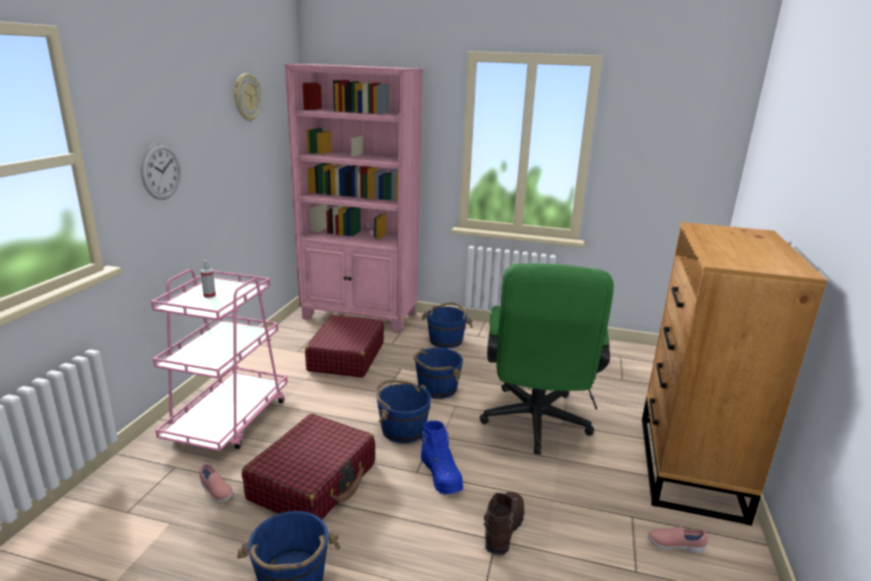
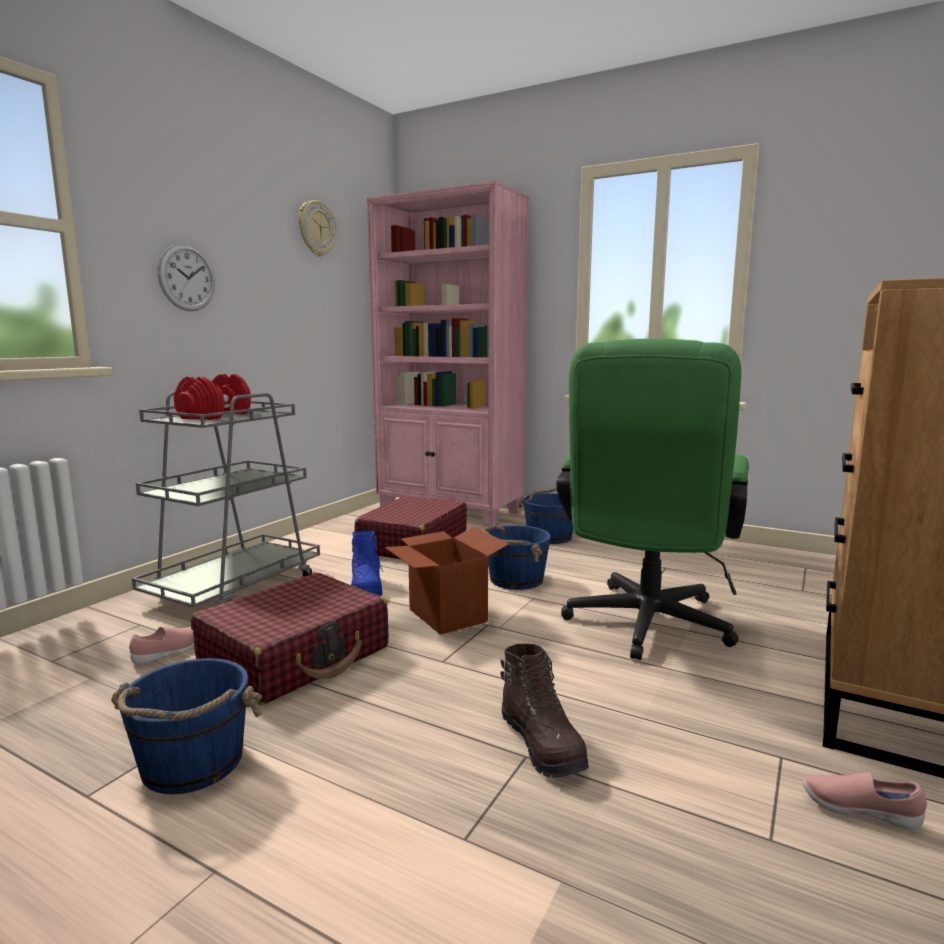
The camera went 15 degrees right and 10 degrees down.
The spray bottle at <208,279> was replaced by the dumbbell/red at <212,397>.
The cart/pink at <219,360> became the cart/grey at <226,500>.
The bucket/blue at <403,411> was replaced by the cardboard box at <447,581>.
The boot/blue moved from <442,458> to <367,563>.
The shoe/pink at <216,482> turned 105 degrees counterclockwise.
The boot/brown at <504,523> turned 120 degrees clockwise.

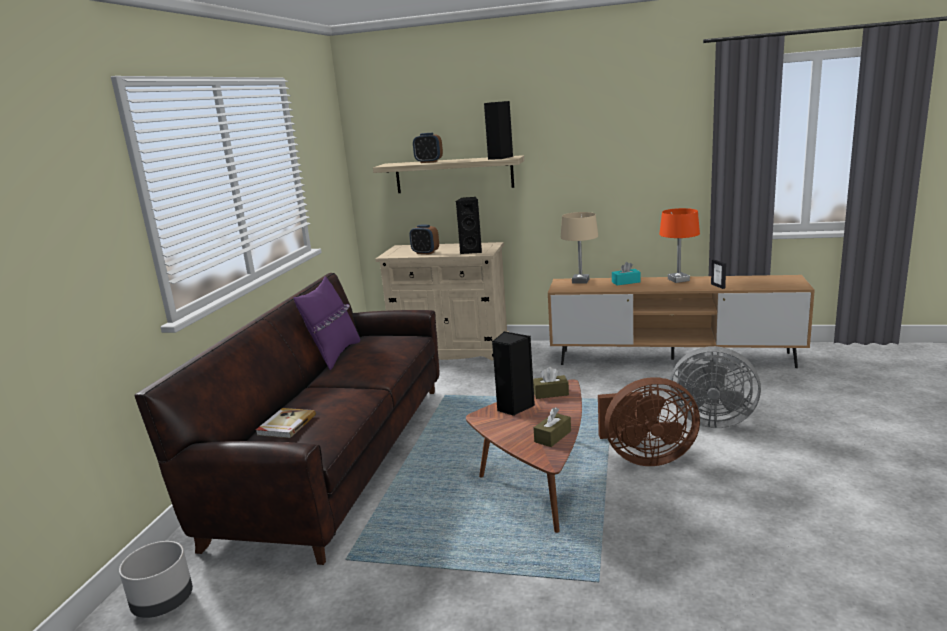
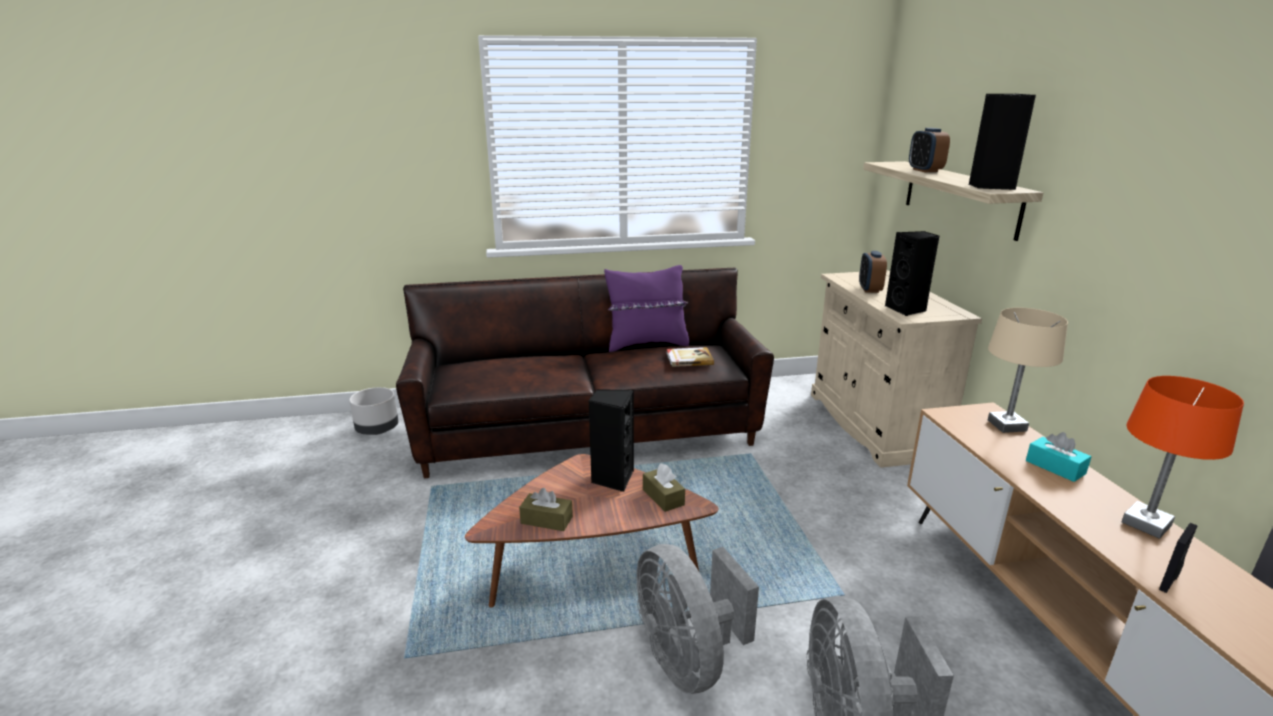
The camera went 65 degrees right and 5 degrees up.
The fan/brown at <649,422> became the fan/grey at <697,619>.
The book moved from <286,423> to <690,357>.

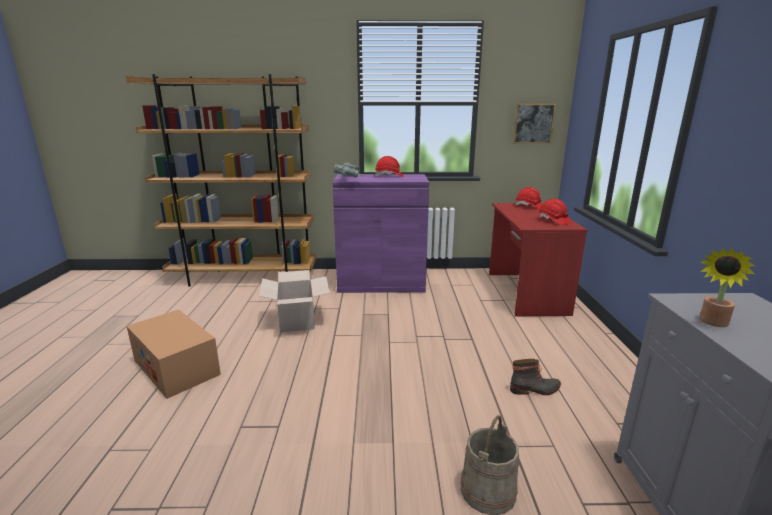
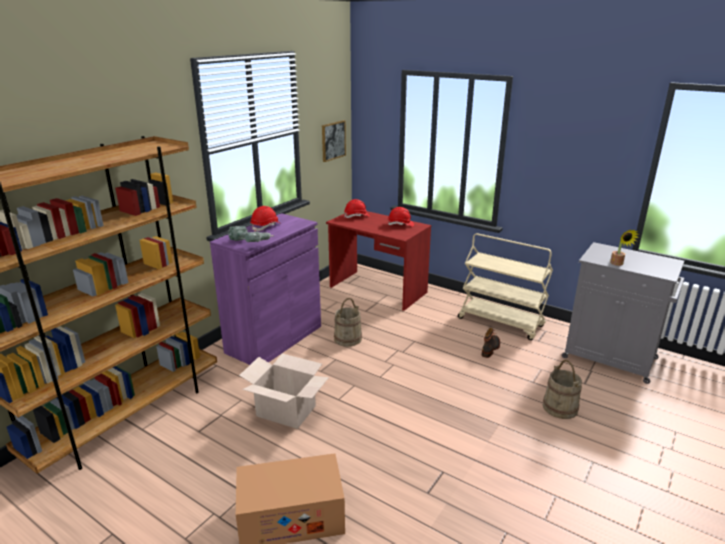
The camera went 55 degrees left and 5 degrees up.
The cart/beige at <505,286> appeared.
The bucket/beige at <348,322> appeared.

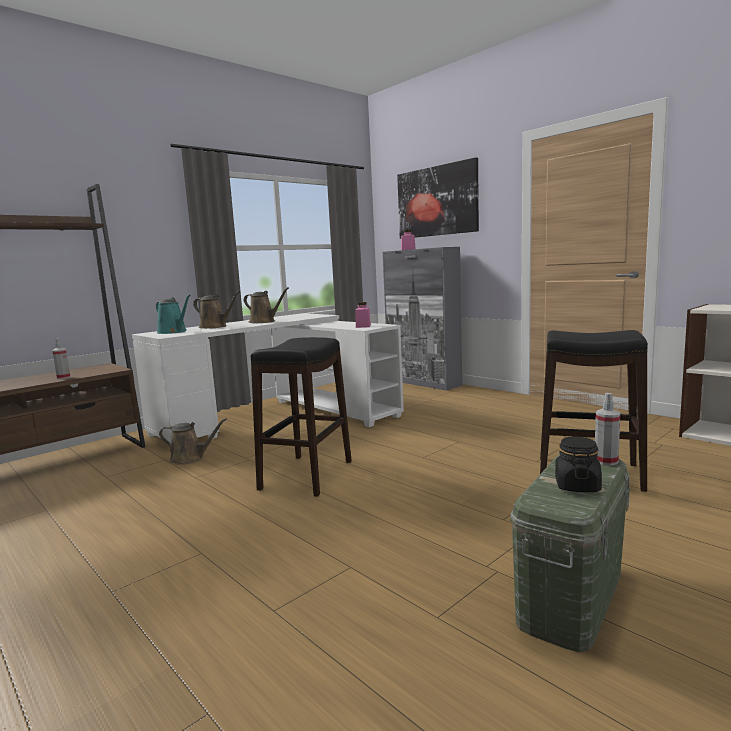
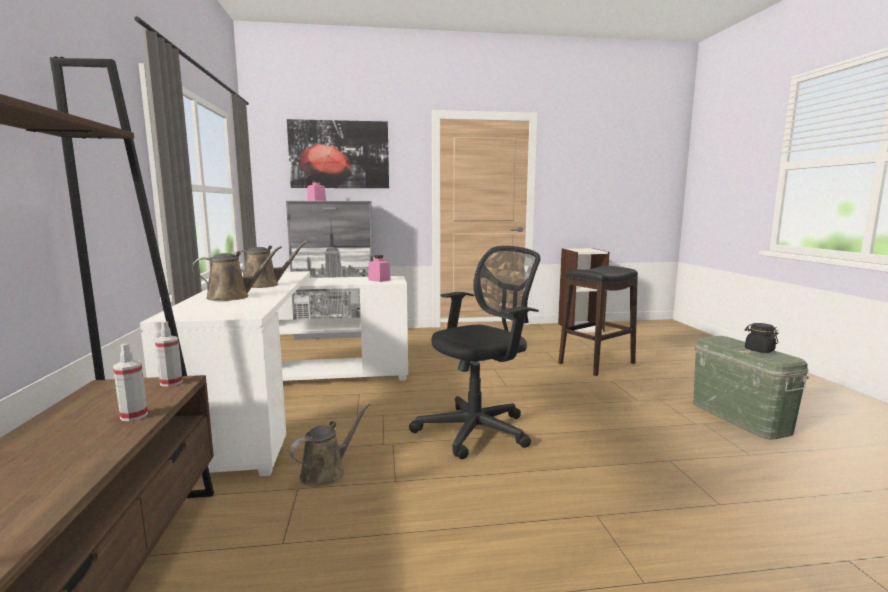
The camera went 55 degrees left and 0 degrees up.
The watering can/turquoise at <173,314> disappeared.
The stool/black at <301,417> was replaced by the office chair/black at <475,352>.
The spray bottle moved from <608,429> to <169,354>.

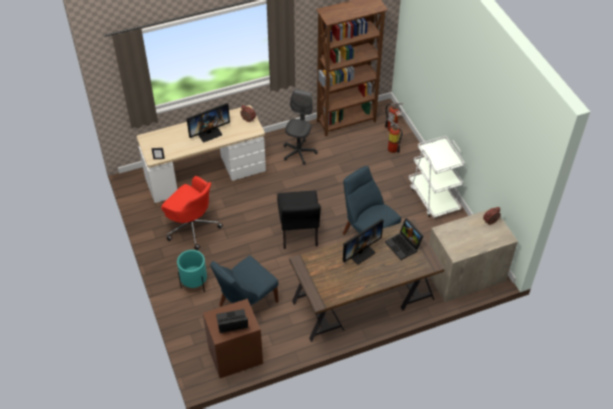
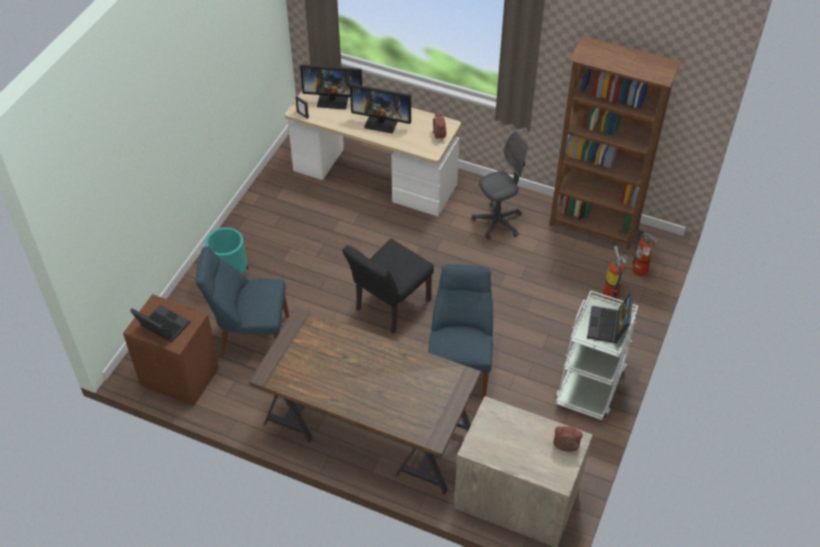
The camera went 45 degrees right and 0 degrees up.
The office chair/red at <192,213> disappeared.
The laptop moved from <404,239> to <610,317>.
The monitor moved from <363,242> to <331,86>.

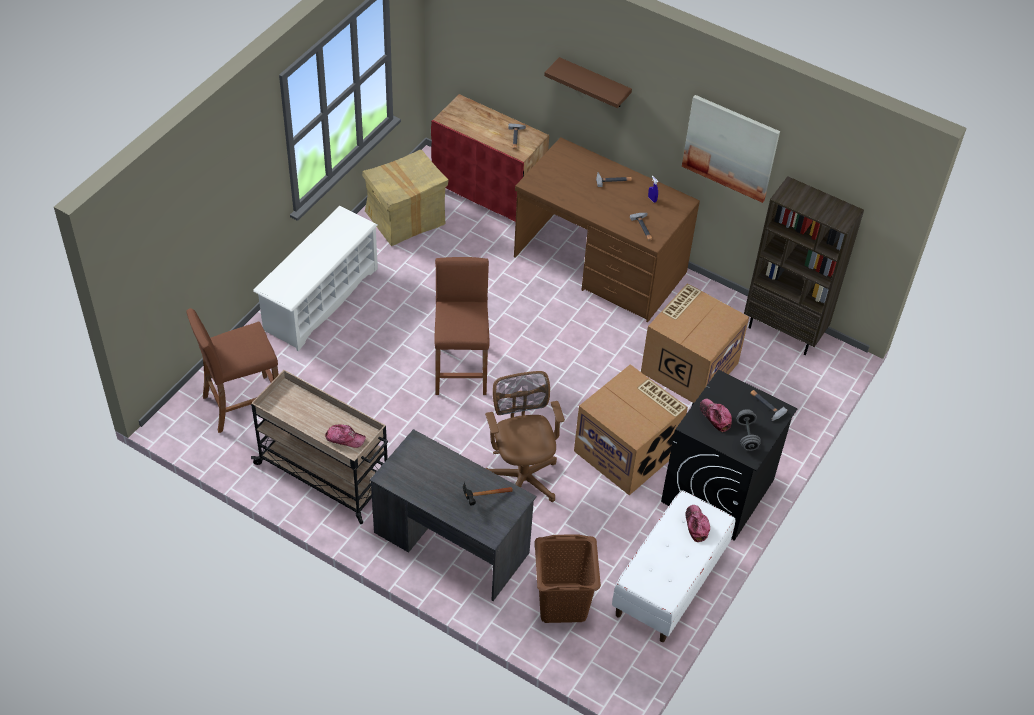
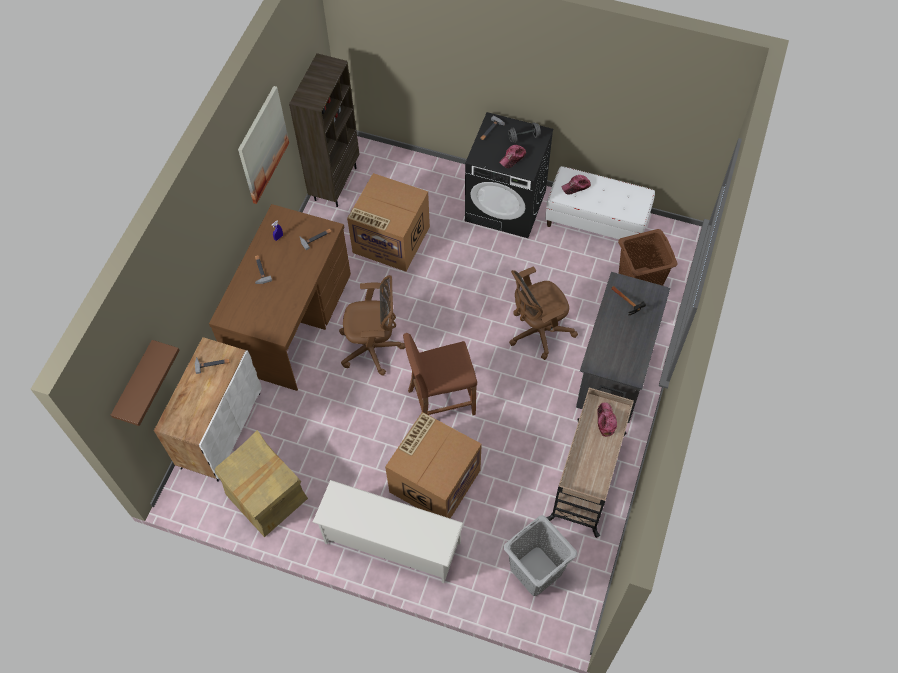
The camera went 100 degrees left and 10 degrees up.
The shelf/brown moved from <588,82> to <145,383>.
The cabinet/red at <490,158> became the cabinet/white at <208,409>.
The stool/brown at <232,370> was replaced by the laundry basket/grey at <540,555>.
The cardboard box moved from <631,429> to <433,465>.
The office chair/brown at <372,325> appeared.

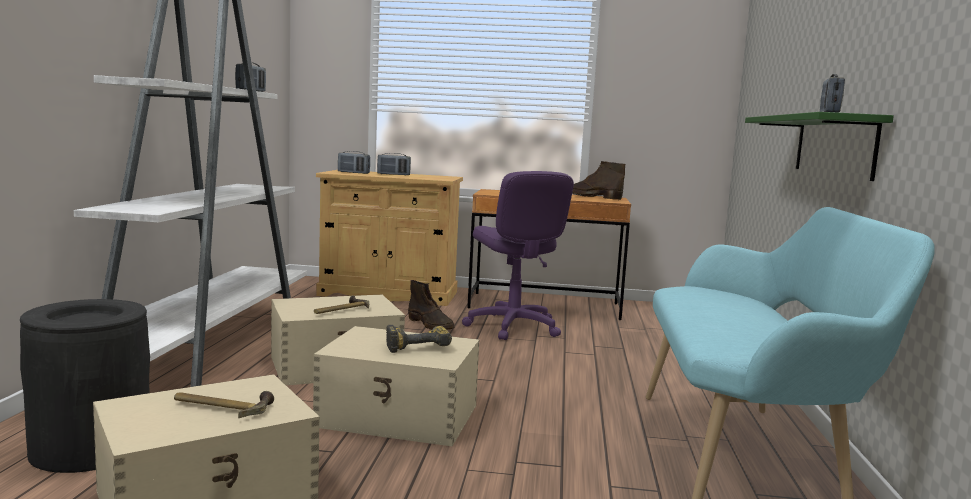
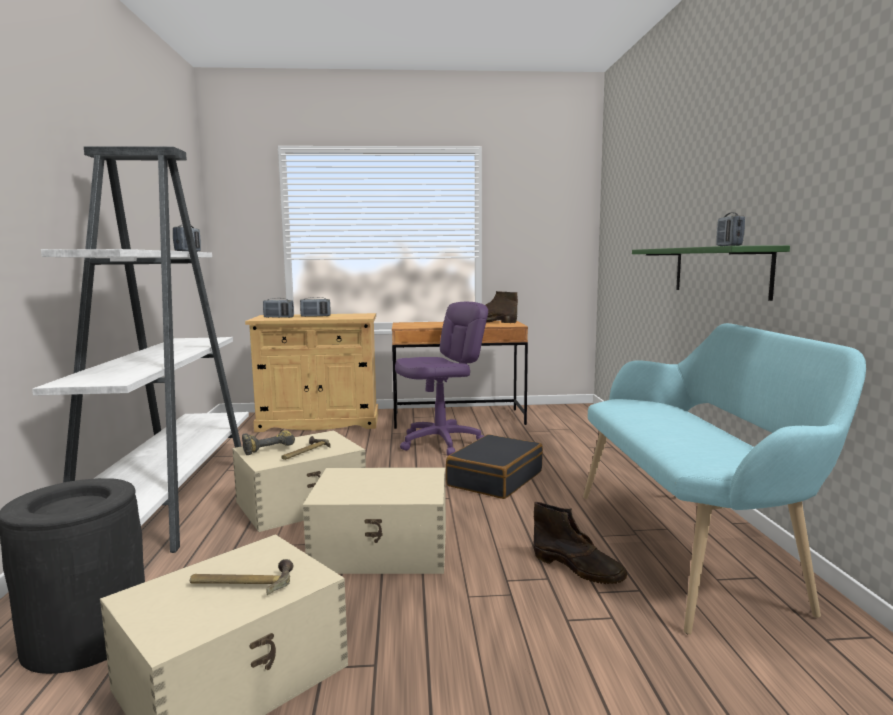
The camera went 10 degrees left and 0 degrees up.
The office chair/purple at <518,255> turned 90 degrees counterclockwise.
The boot/brown moved from <431,305> to <580,543>.
The power drill moved from <419,339> to <268,442>.
The suitcase/black at <494,466> appeared.

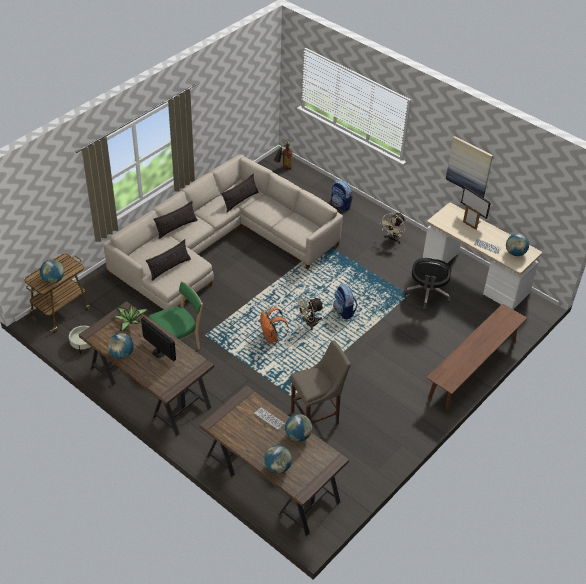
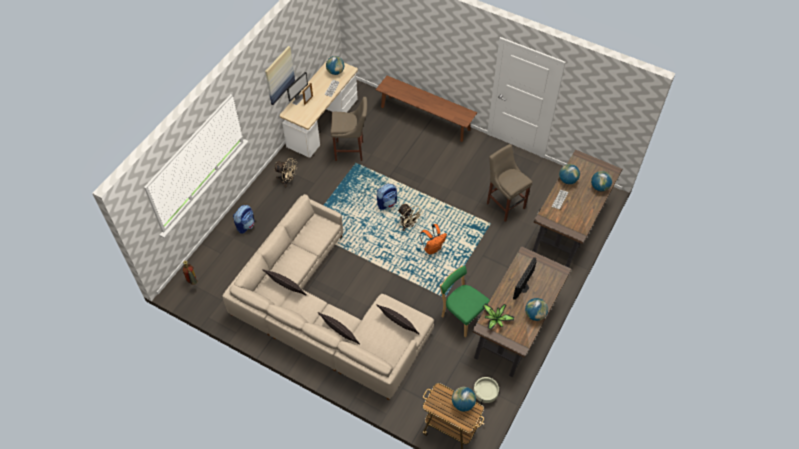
The camera went 100 degrees left and 10 degrees up.
The office chair/black at <427,284> was replaced by the stool/beige at <349,129>.

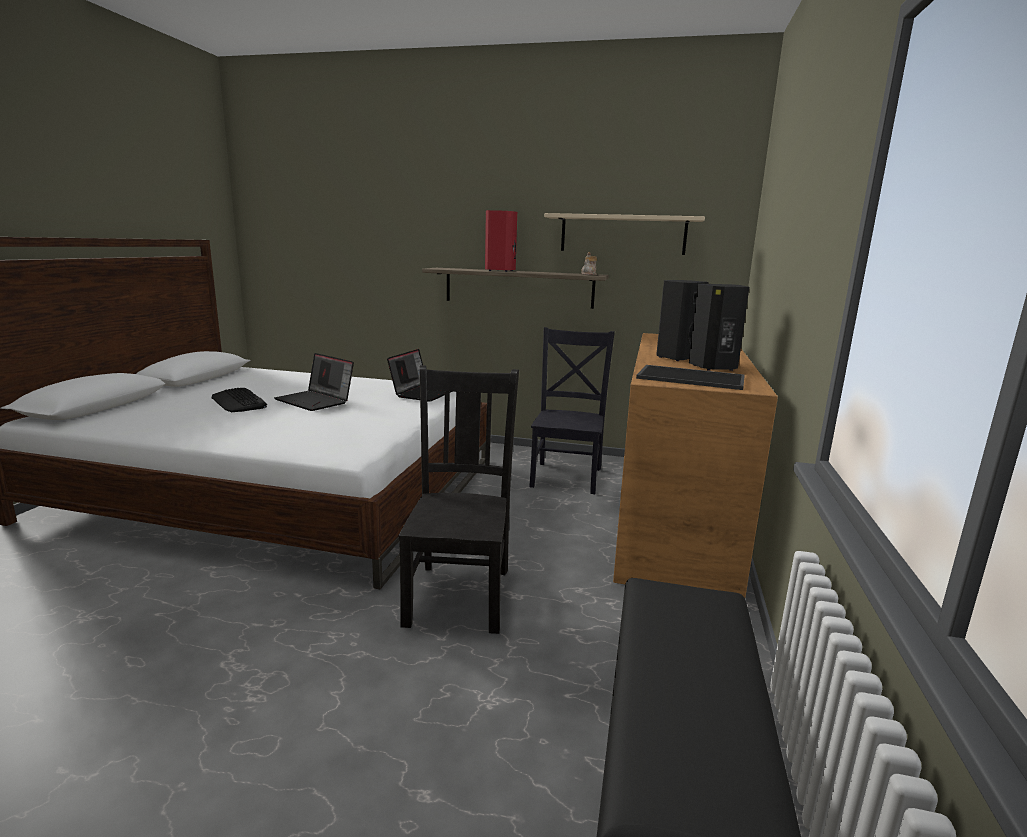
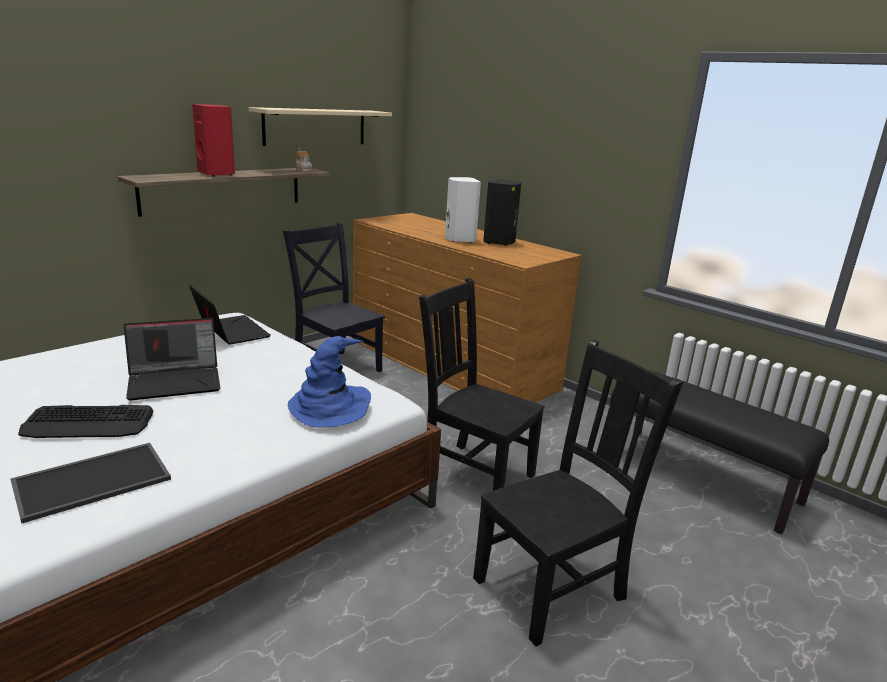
The camera went 60 degrees left and 5 degrees up.
The speaker/black at <683,320> became the speaker/white at <463,210>.
The tray moved from <690,377> to <91,483>.
The hat/blue at <329,382> appeared.
The chair/black at <578,493> appeared.

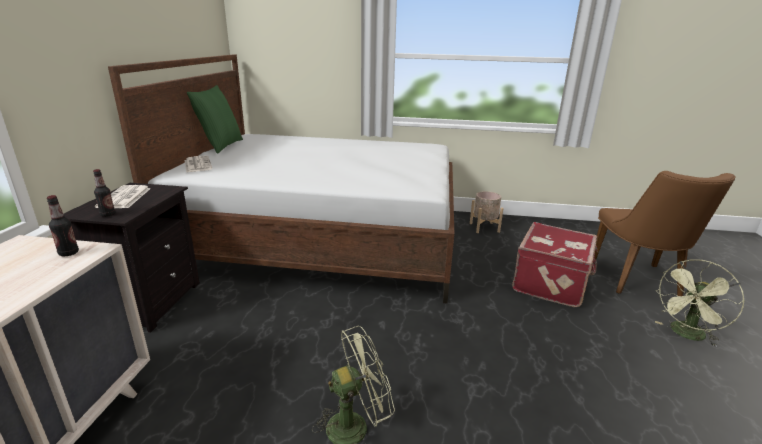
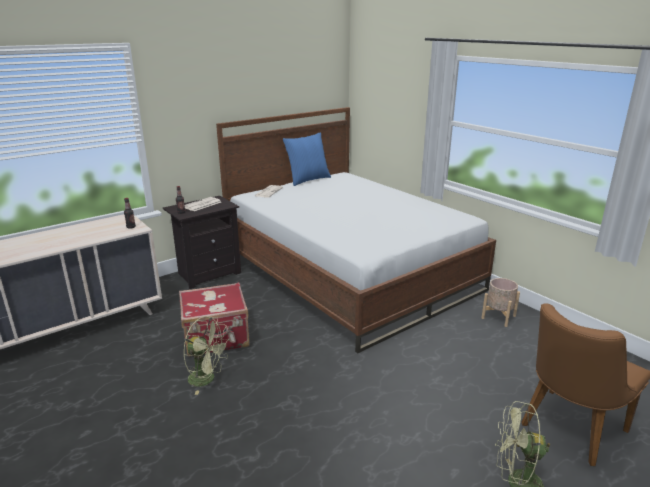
The camera went 45 degrees right and 0 degrees up.
The pillow/green at <215,119> became the pillow/blue at <307,159>.
The suitcase/red moved from <554,265> to <214,319>.

